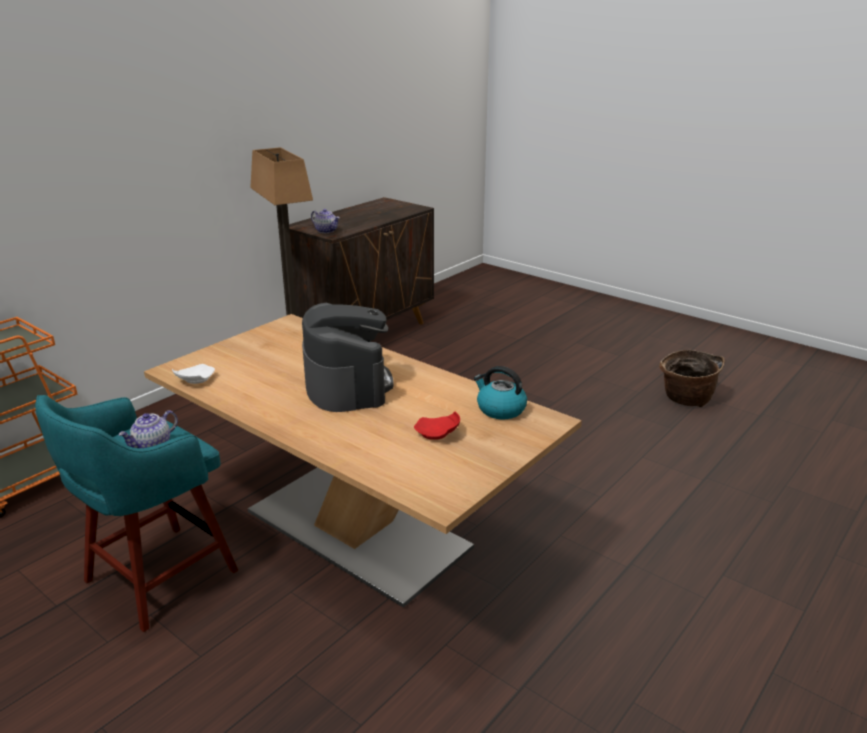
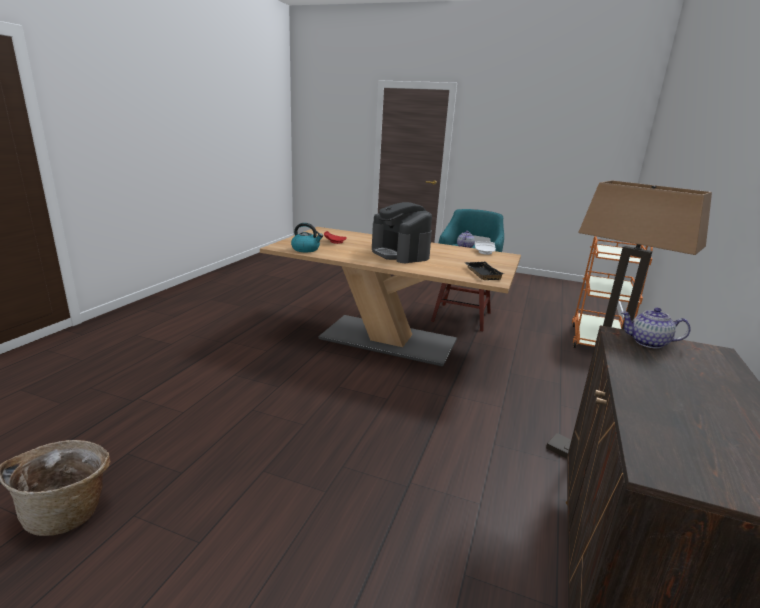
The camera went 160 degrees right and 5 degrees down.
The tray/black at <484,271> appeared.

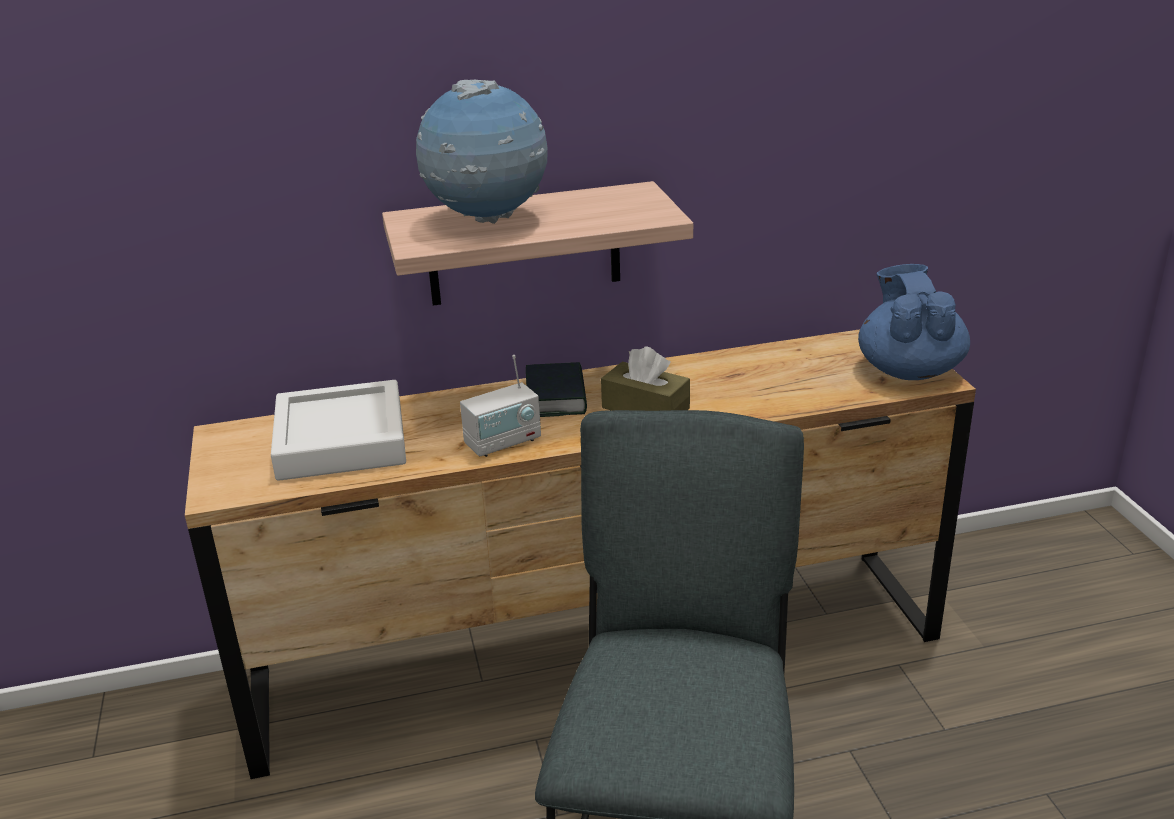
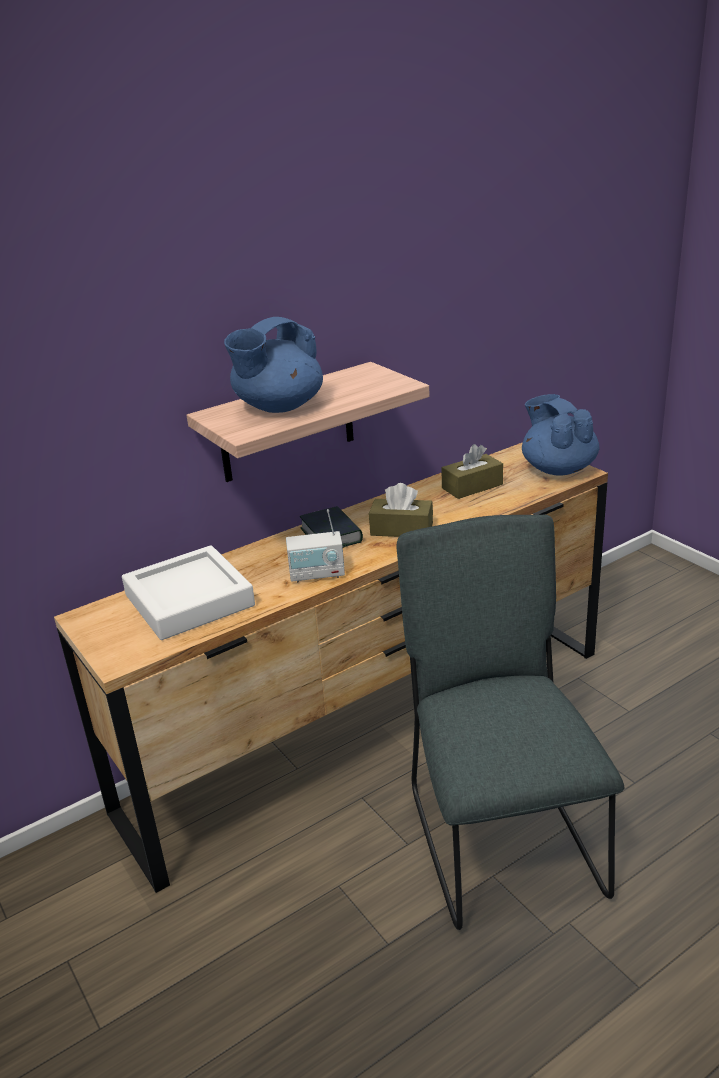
The camera went 20 degrees left and 0 degrees up.
The globe at <482,152> was replaced by the teapot/blue at <273,365>.
The radio at <500,406> turned 45 degrees clockwise.
The tissue box/brown at <472,471> appeared.

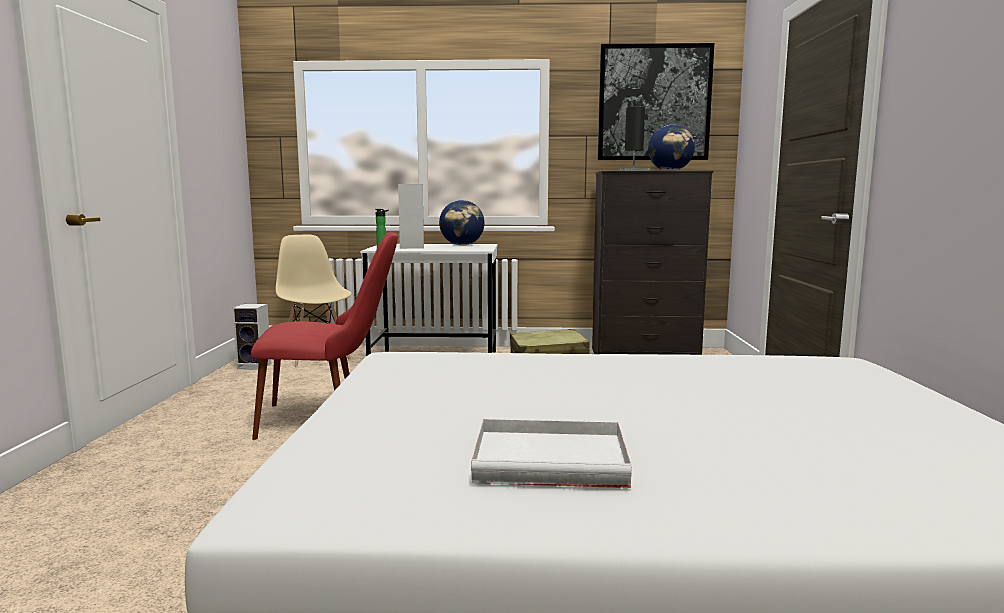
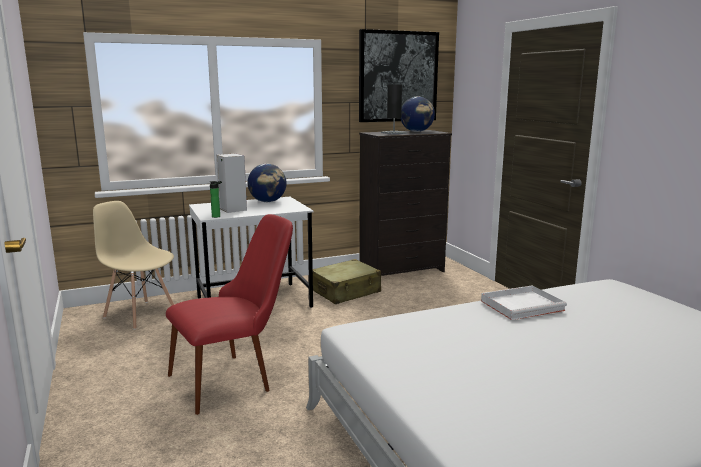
The camera went 25 degrees left and 5 degrees up.
The speaker at <251,337> disappeared.
The tray/white moved from <551,453> to <524,302>.

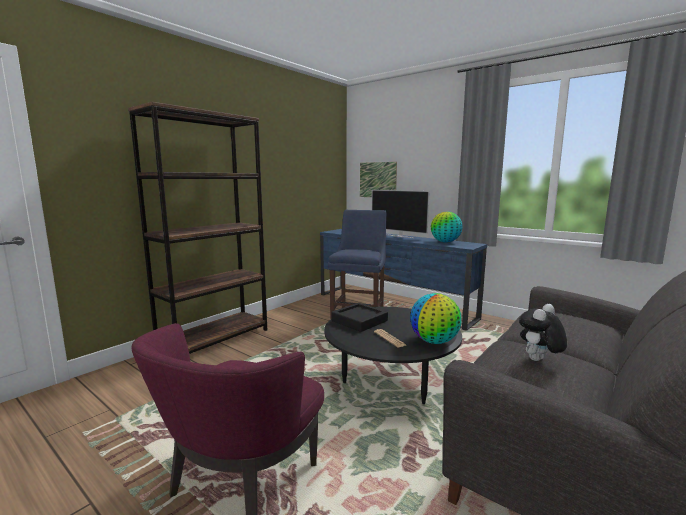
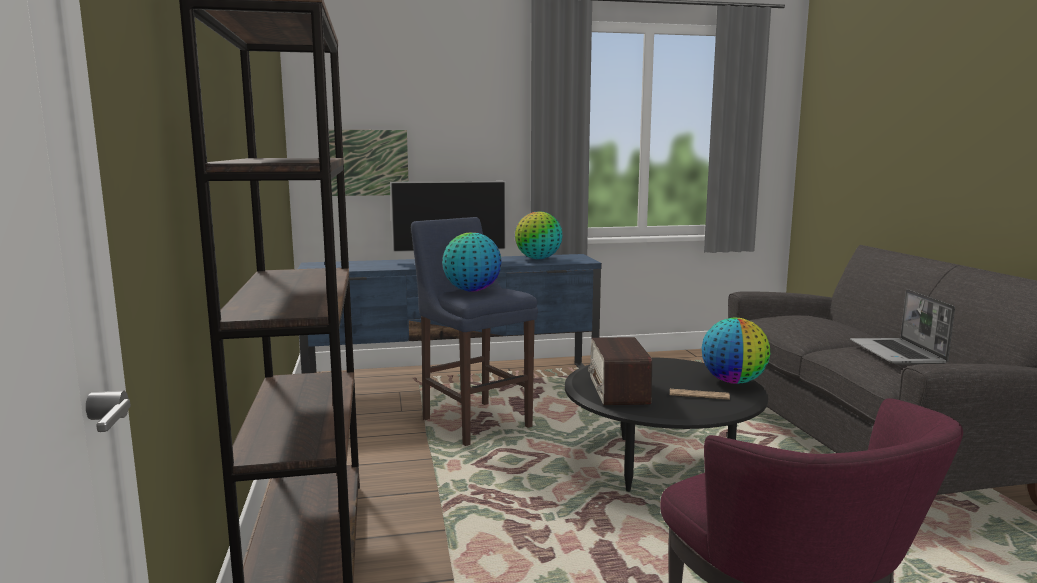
The camera went 50 degrees left and 0 degrees up.
The tray/black at <360,317> was replaced by the radio at <620,371>.
The plush toy at <543,332> was replaced by the laptop at <902,326>.
The globe at <472,262> appeared.

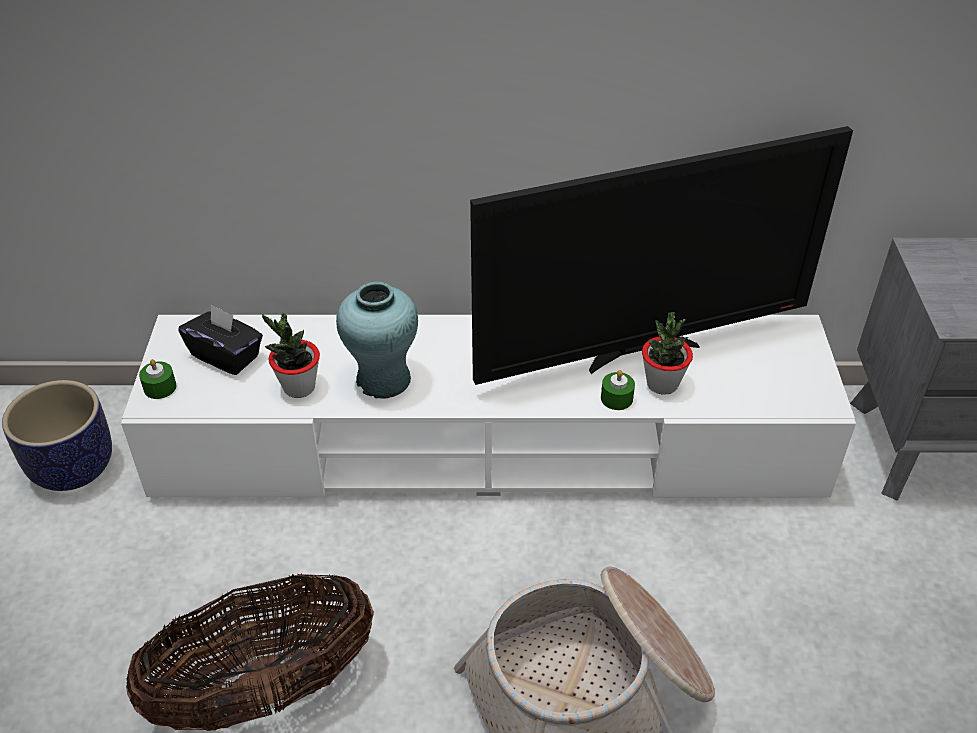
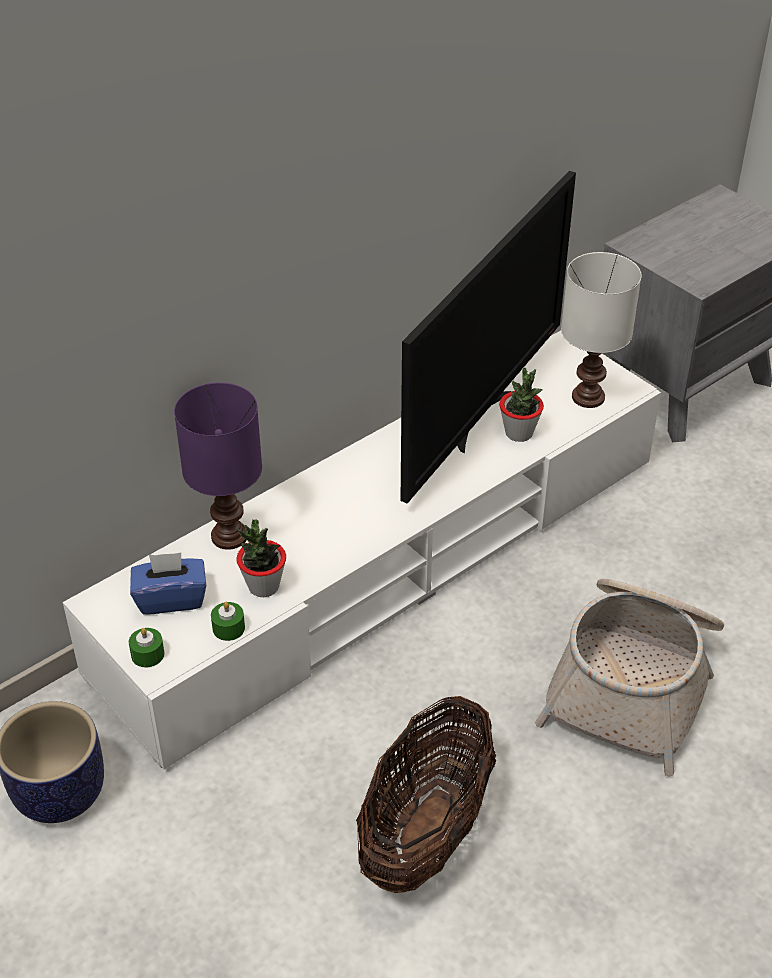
The camera went 40 degrees left and 0 degrees up.
The vase/turquoise at <377,340> disappeared.
The tissue box/black at <220,339> became the tissue box/blue at <168,584>.
The candle/green moved from <618,390> to <228,621>.
The table lamp/white at <601,330> appeared.
The table lamp/purple at <218,466> appeared.

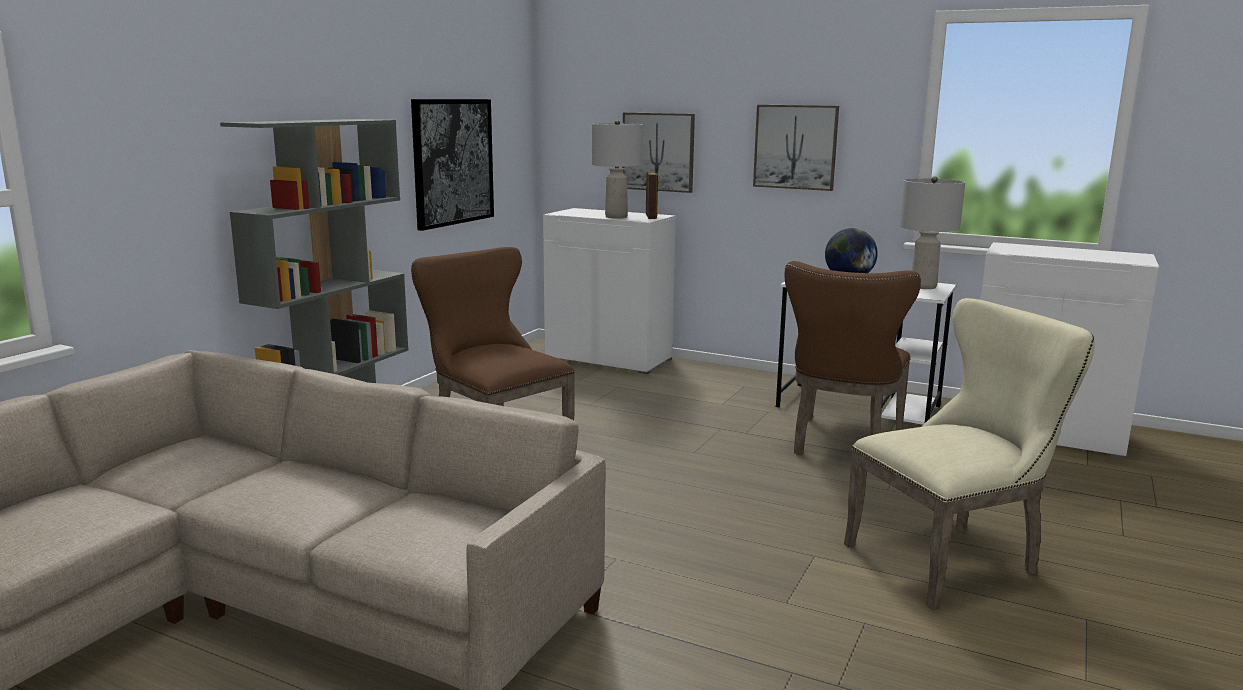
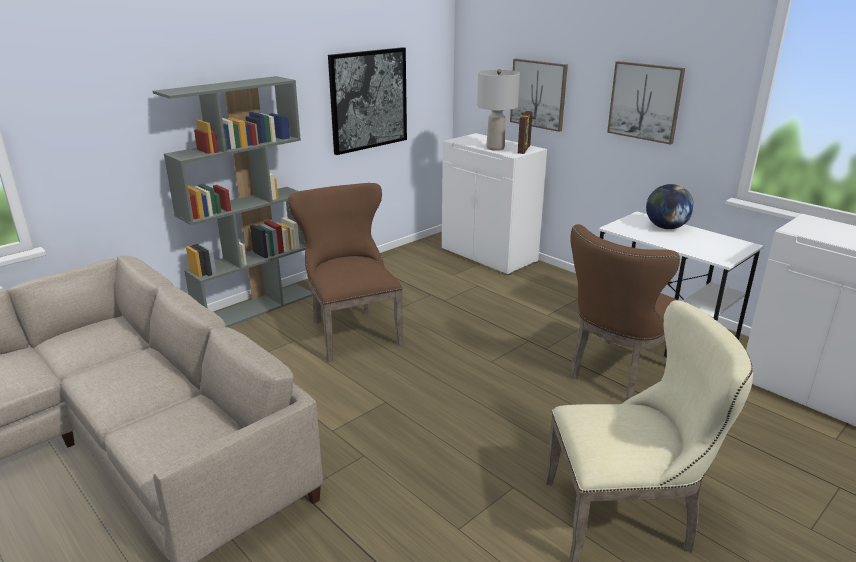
The camera went 20 degrees right and 10 degrees up.
The table lamp/grey at <932,232> disappeared.

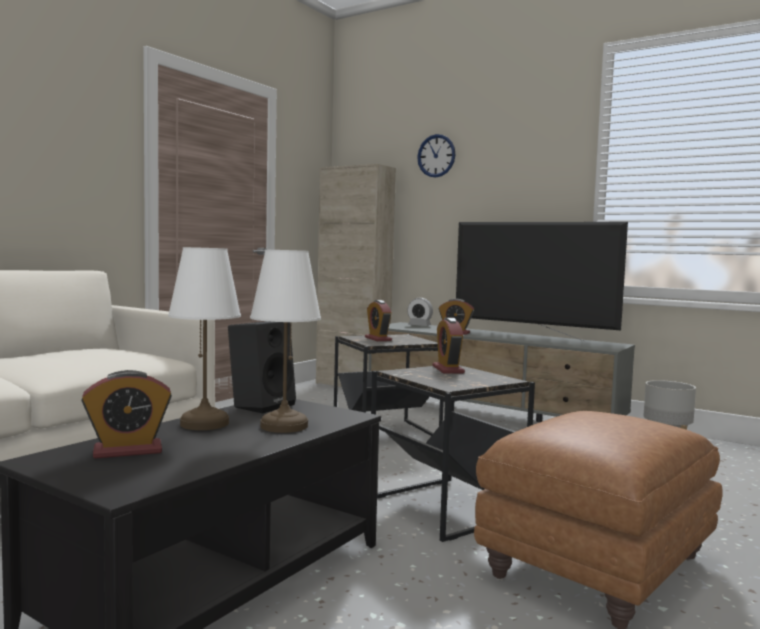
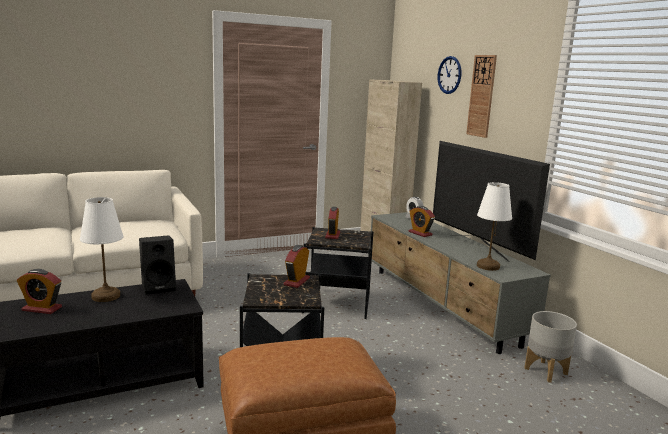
The camera went 30 degrees right and 10 degrees up.
The table lamp/white moved from <285,341> to <494,226>.
The wall clock at <481,96> appeared.

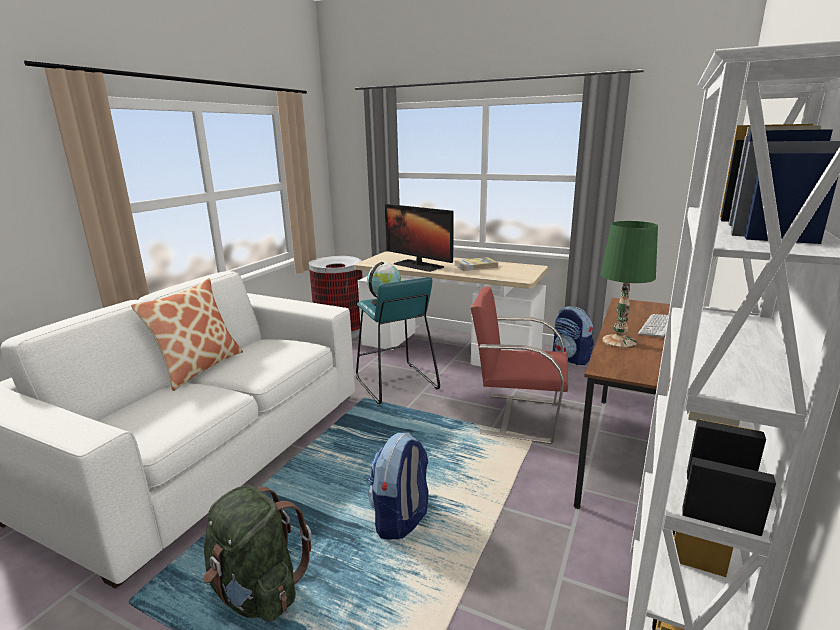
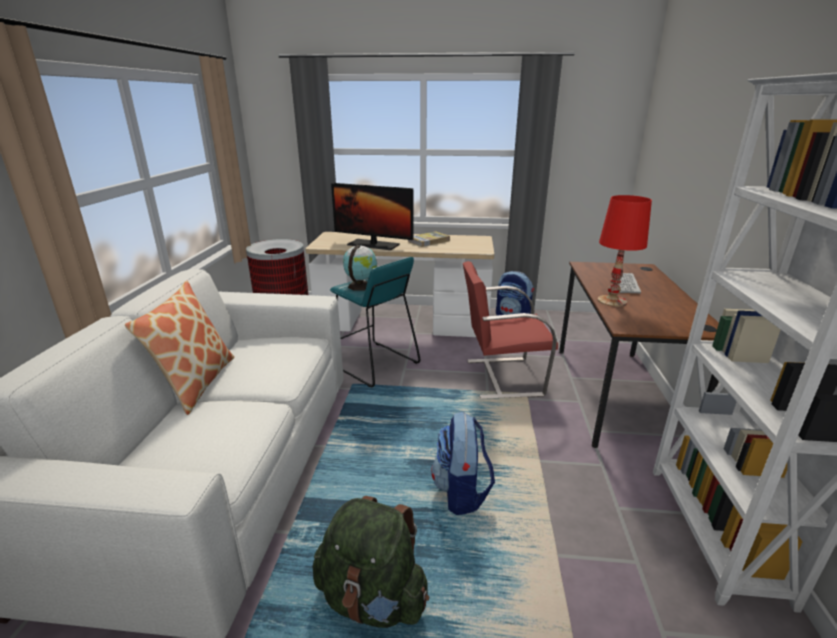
The camera went 20 degrees left and 5 degrees up.
The table lamp/green at <629,284> became the table lamp/red at <625,251>.

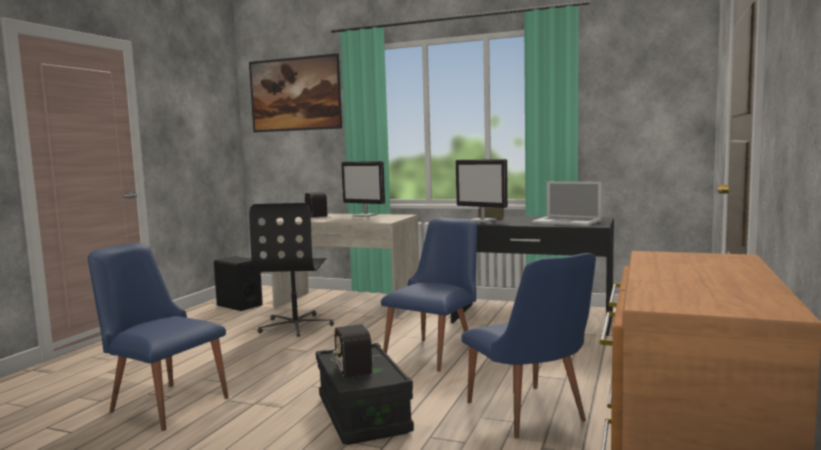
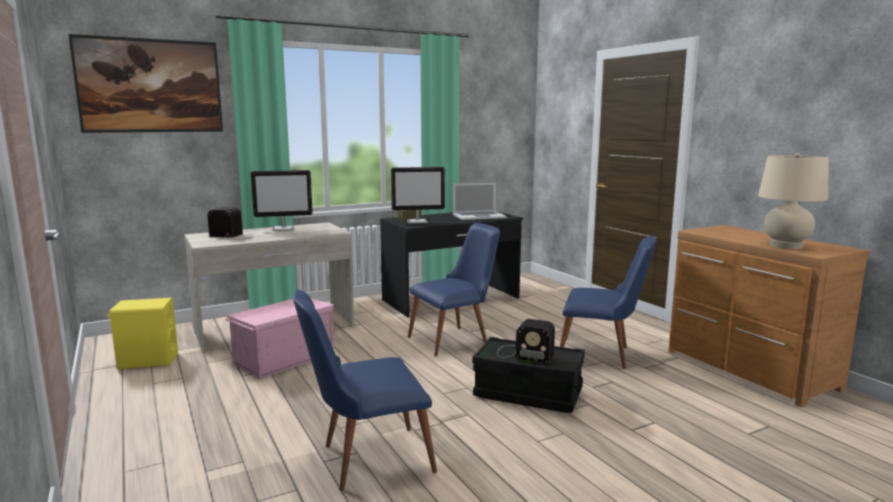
The camera went 50 degrees left and 5 degrees up.
The office chair/black at <291,270> was replaced by the storage box/pink at <279,338>.
The chair/blue at <429,295> turned 75 degrees clockwise.
The speaker/black at <238,283> became the speaker/yellow at <142,333>.
The table lamp/beige at <793,201> appeared.

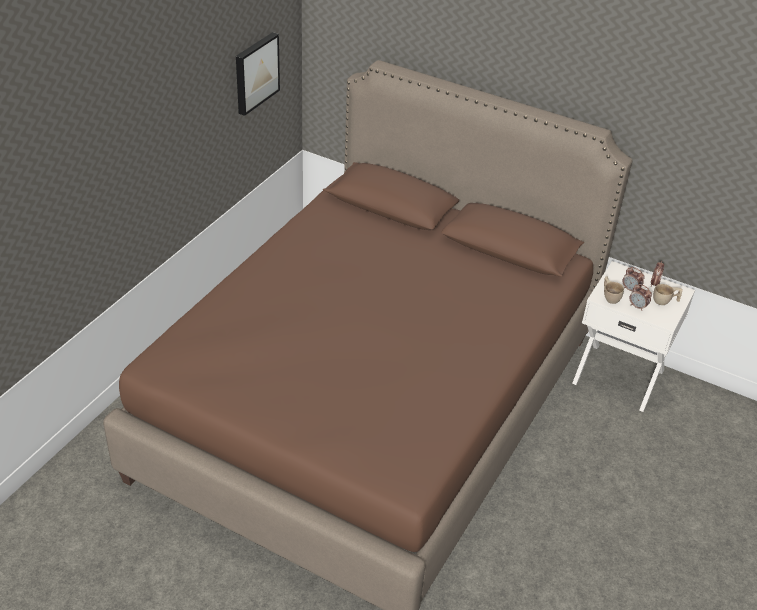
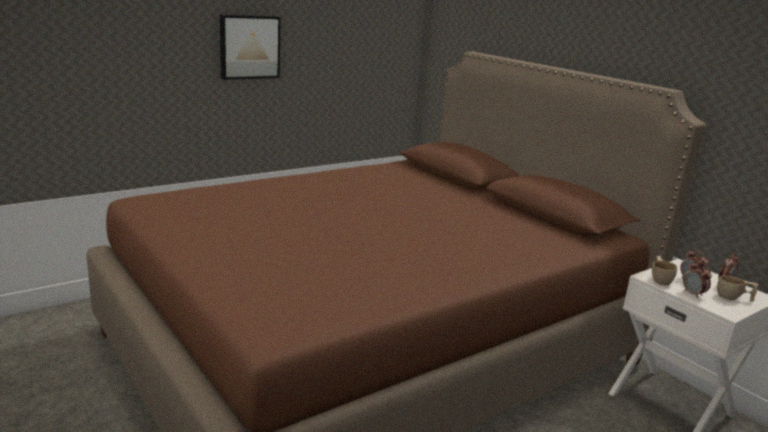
The camera went 25 degrees right and 20 degrees down.
The picture moved from <258,74> to <250,47>.

